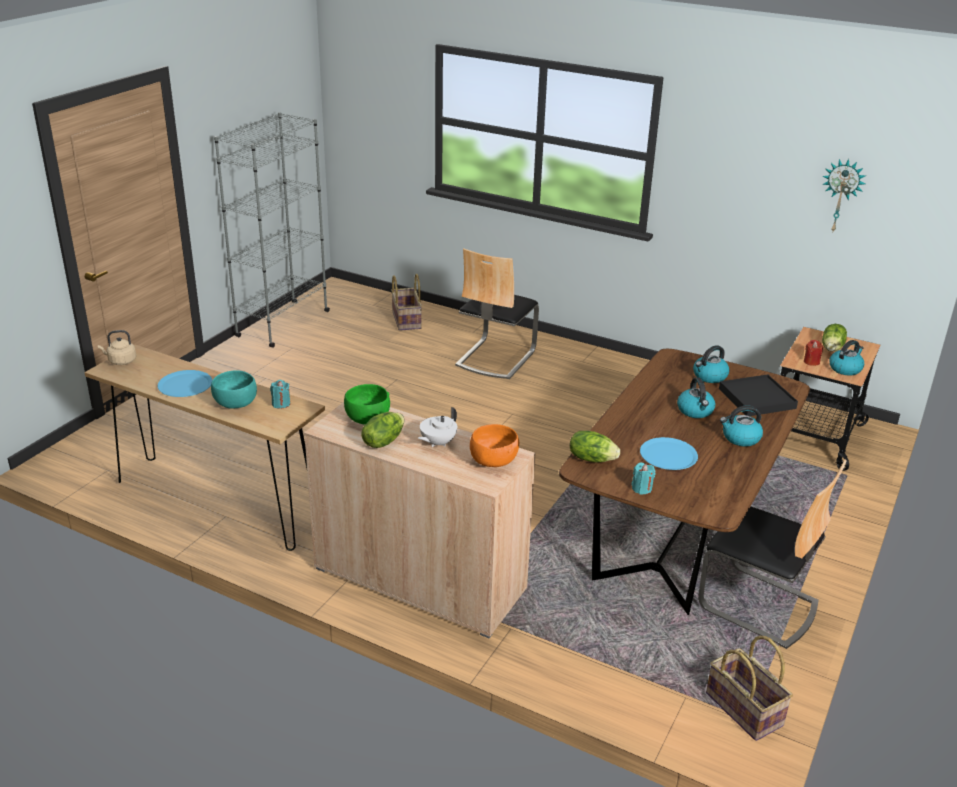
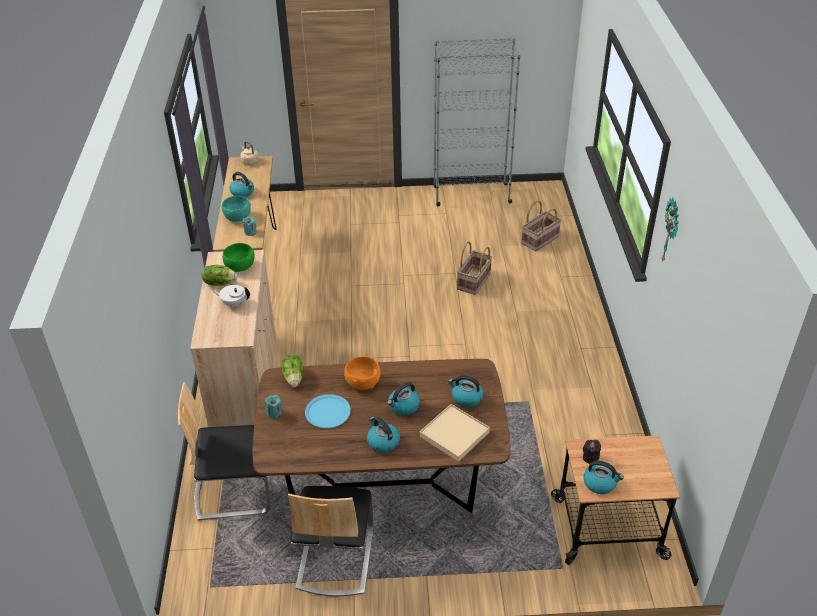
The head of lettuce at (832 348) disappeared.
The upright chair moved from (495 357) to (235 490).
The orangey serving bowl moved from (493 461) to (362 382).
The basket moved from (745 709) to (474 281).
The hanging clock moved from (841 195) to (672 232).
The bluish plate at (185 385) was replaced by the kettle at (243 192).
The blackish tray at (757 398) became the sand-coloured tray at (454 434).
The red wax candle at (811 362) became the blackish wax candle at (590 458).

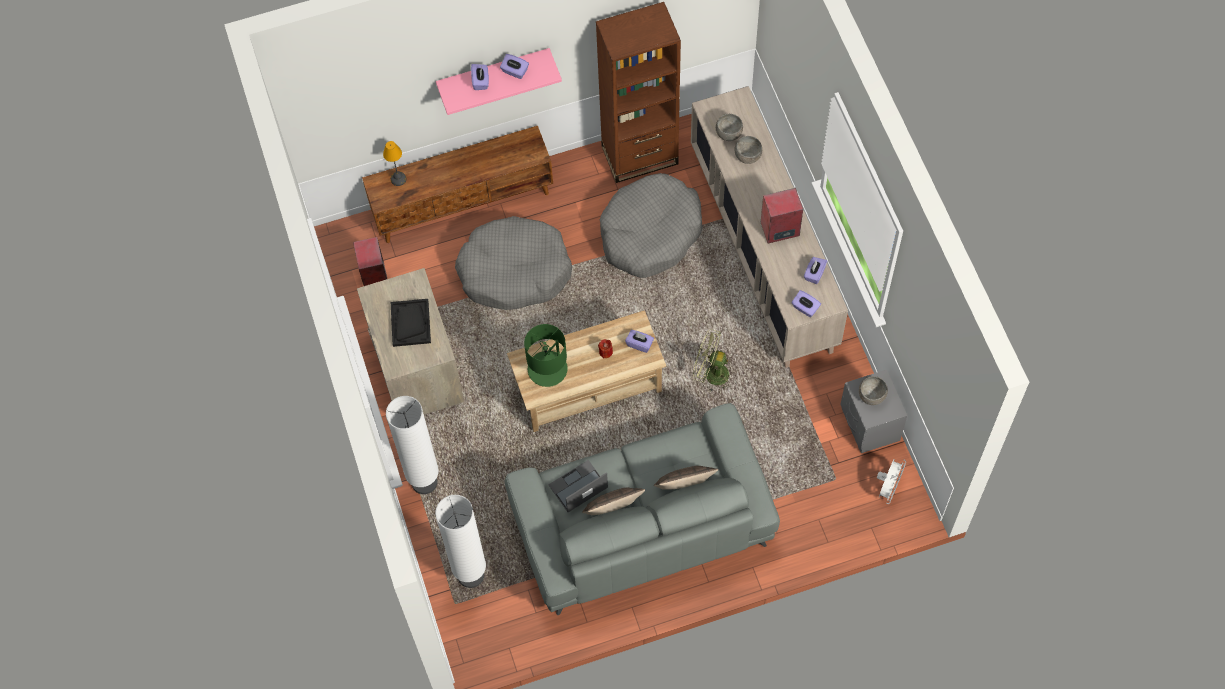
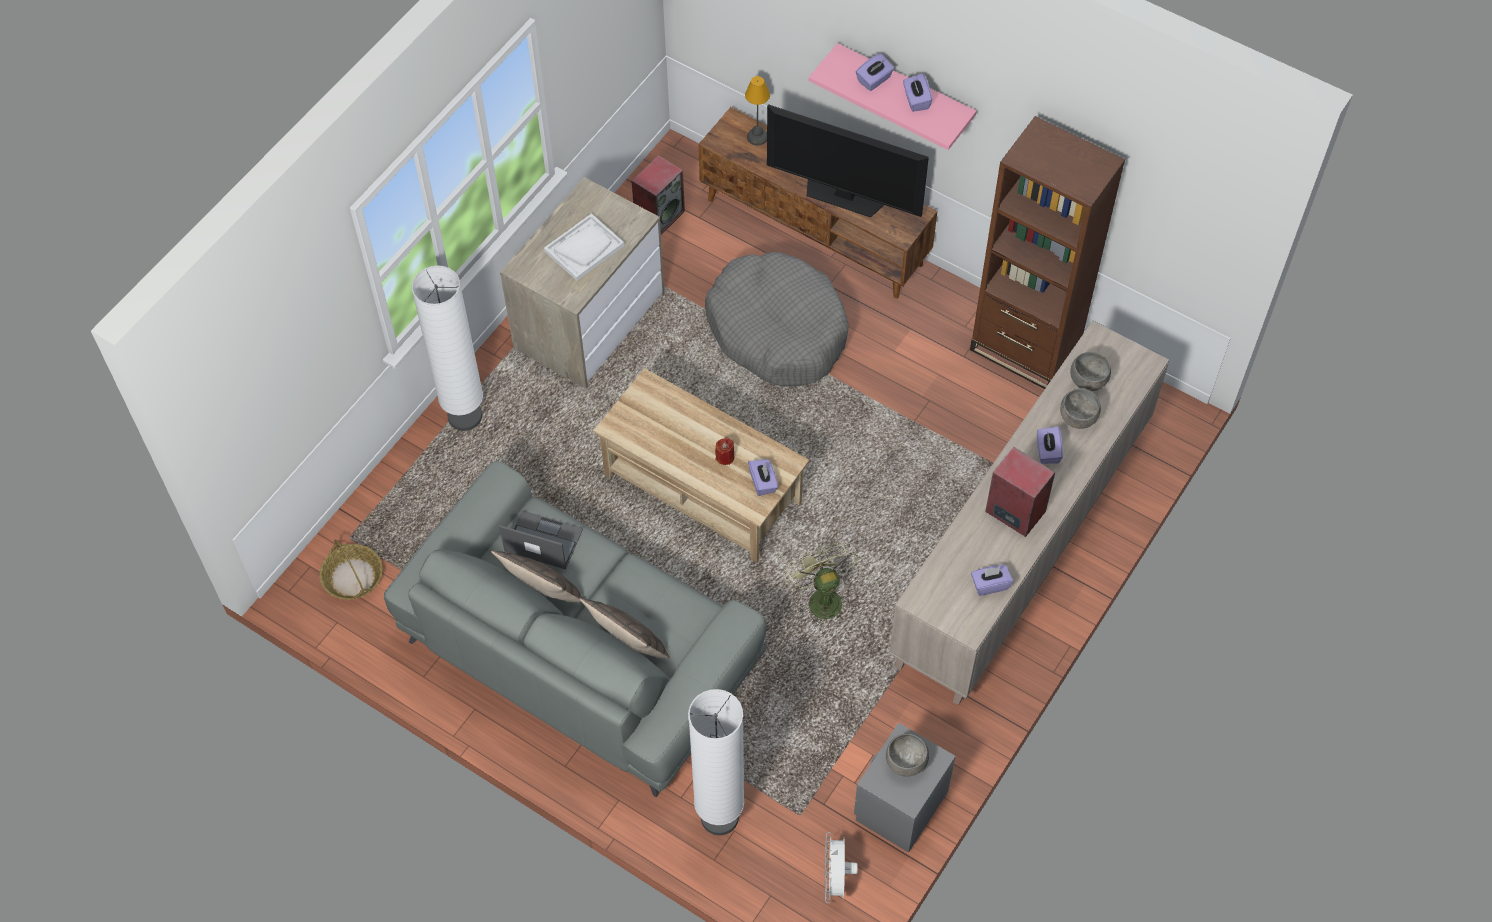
The green table lamp at (548 368) disappeared.
The gray dog cushion at (650 233) disappeared.
The basket at (352 577) appeared.
The TV at (844 195) appeared.
The white standing lamp moved from (471 575) to (719 817).
The purple tissue holder moved from (805 308) to (1047 451).
The blackish tray at (410 323) became the white tray at (584 248).
The white fan at (888 488) turned 105 degrees clockwise.

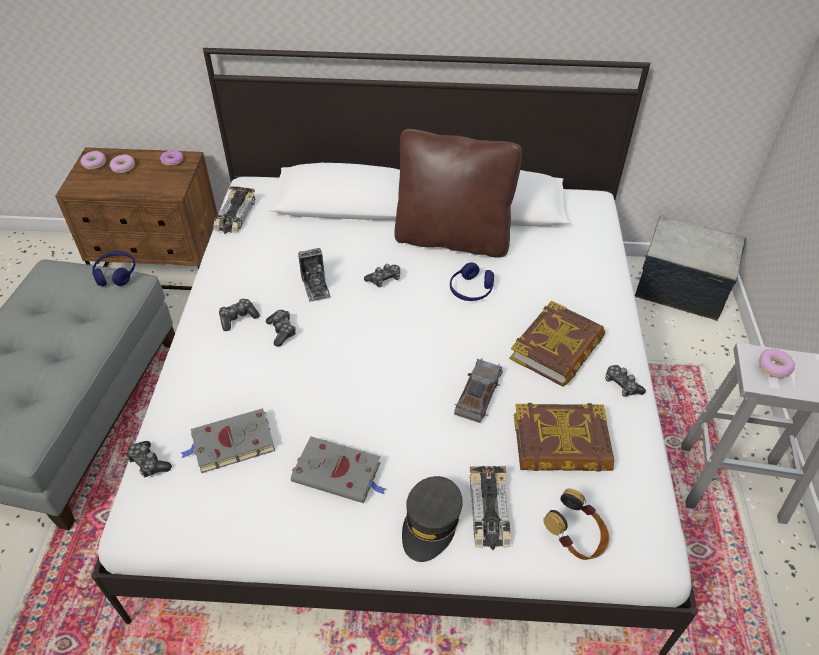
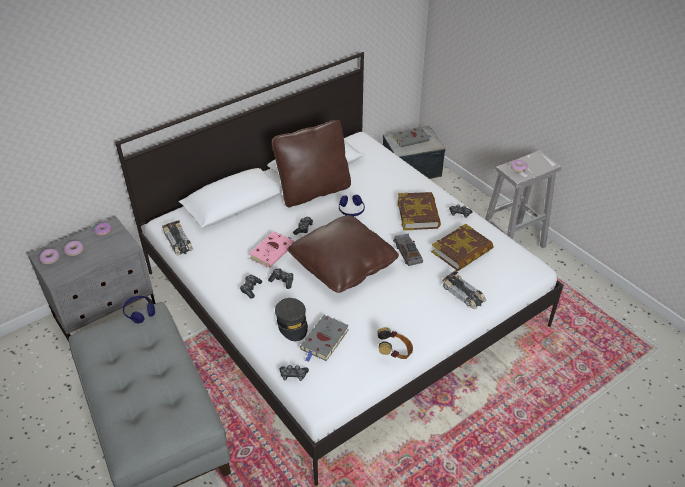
The brown pillow at (343 265) appeared.
The gray volume moved from (339 473) to (411 139).
The gray baseball cap moved from (431 523) to (292 323).
The pair of headphones moved from (575 538) to (395 352).
The still camera at (316 286) was replaced by the pinkish volume at (272 251).
The brown bedside table at (161 266) became the gray bedside table at (107 315).

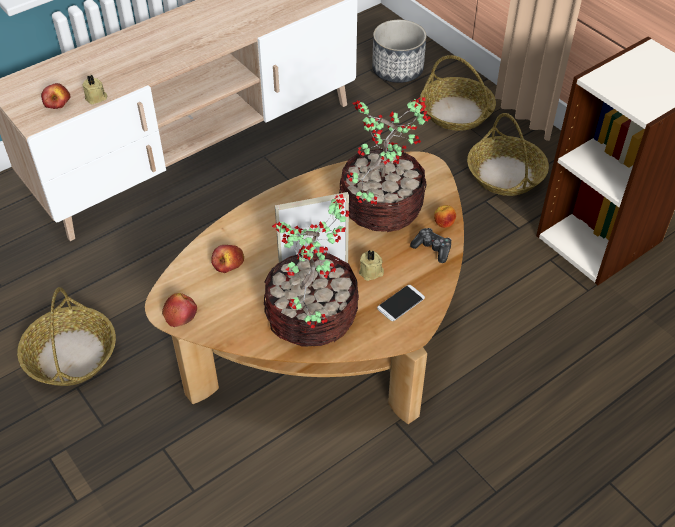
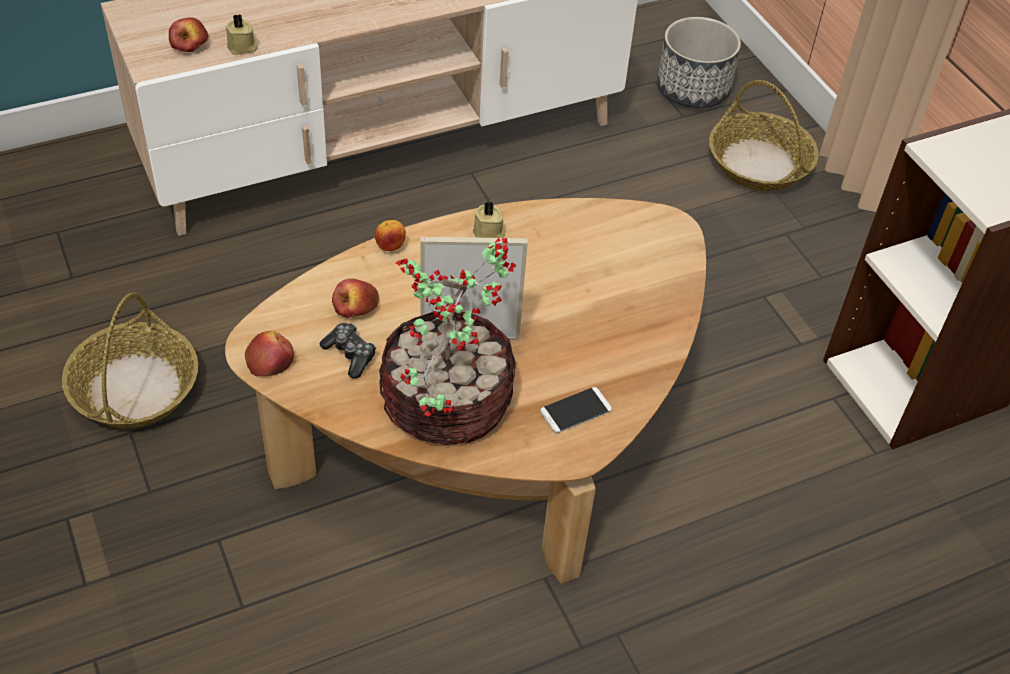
The houseplant at (380 209) disappeared.
The basket at (505 174) disappeared.
The sand-coloured wax candle moved from (371 272) to (489 233).
The game controller moved from (432 249) to (350 355).
The whole apple moved from (443 224) to (390 246).

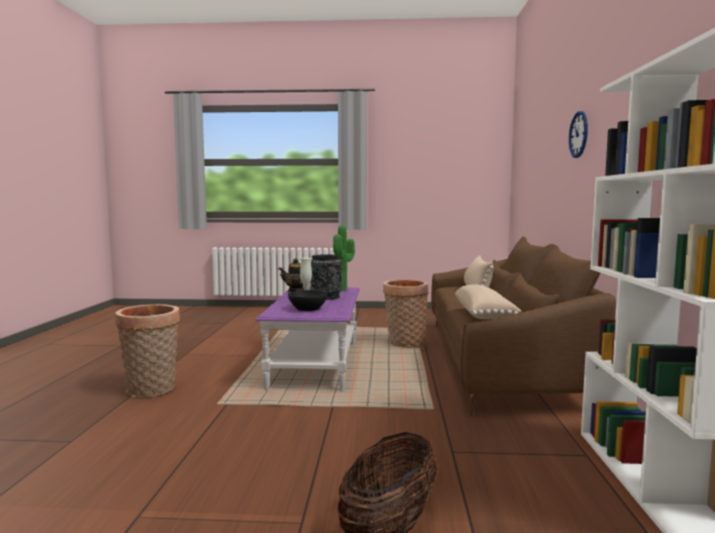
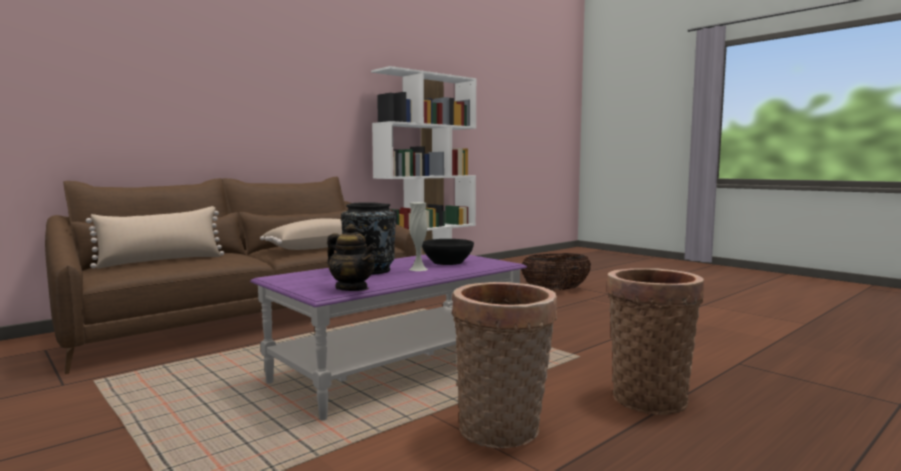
The houseplant at (344 290) disappeared.
The hanging clock at (578 134) disappeared.
The basket moved from (404 344) to (503 431).

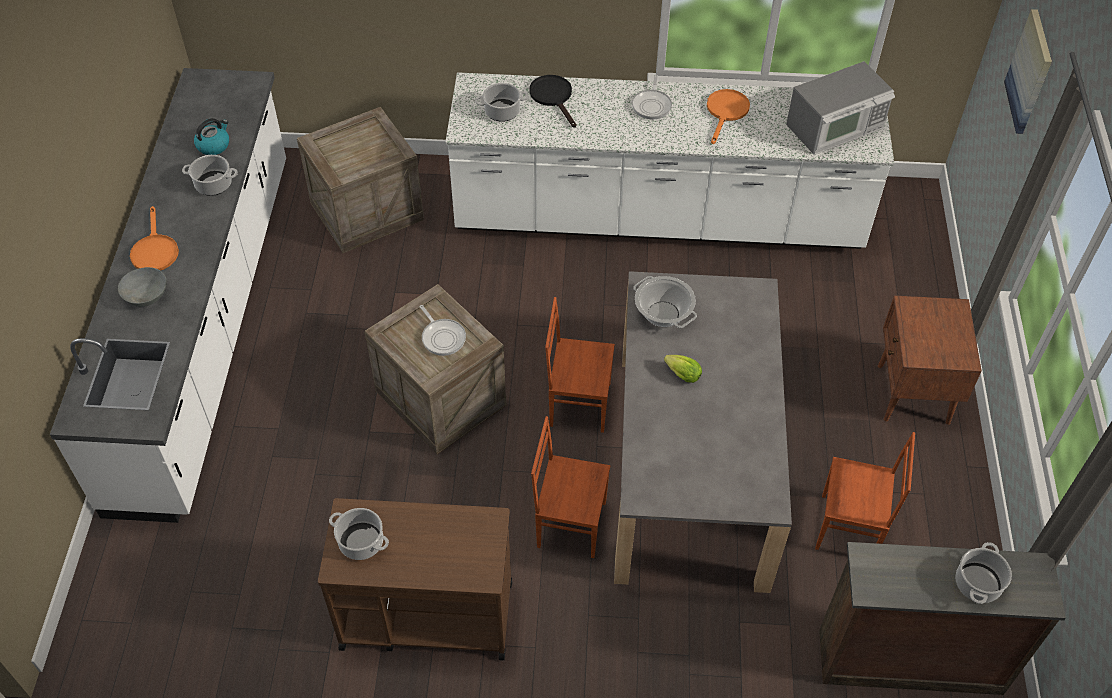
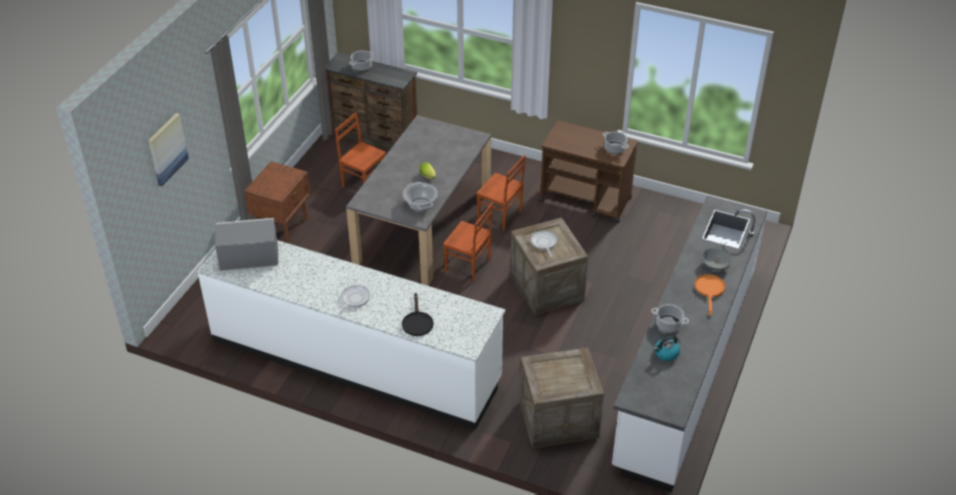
The saucepot at (501 112) disappeared.
The orangey skillet at (726 112) disappeared.

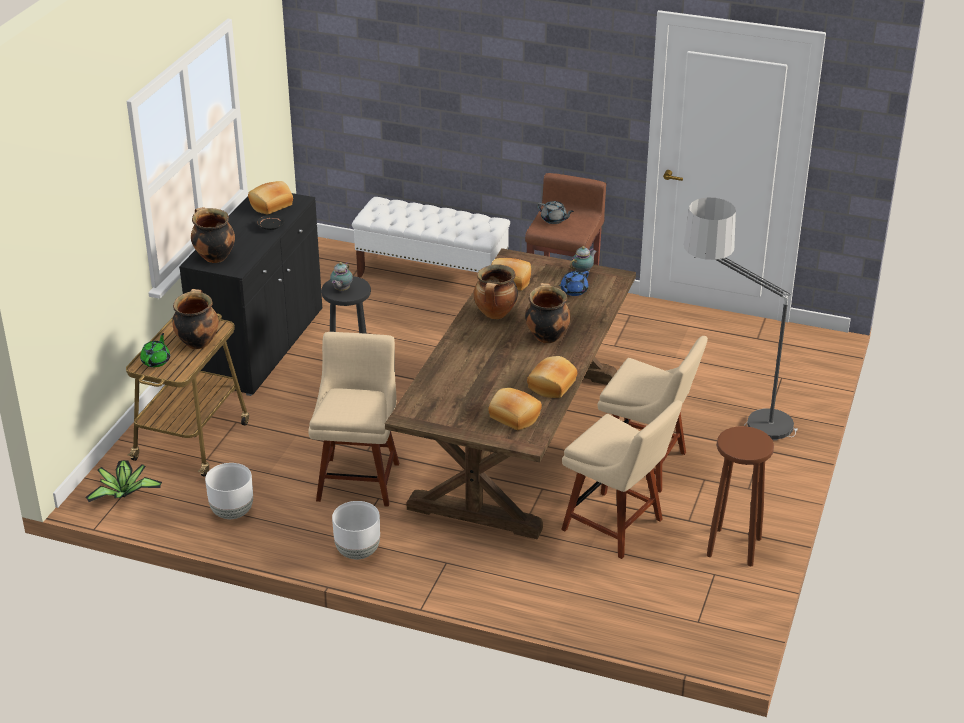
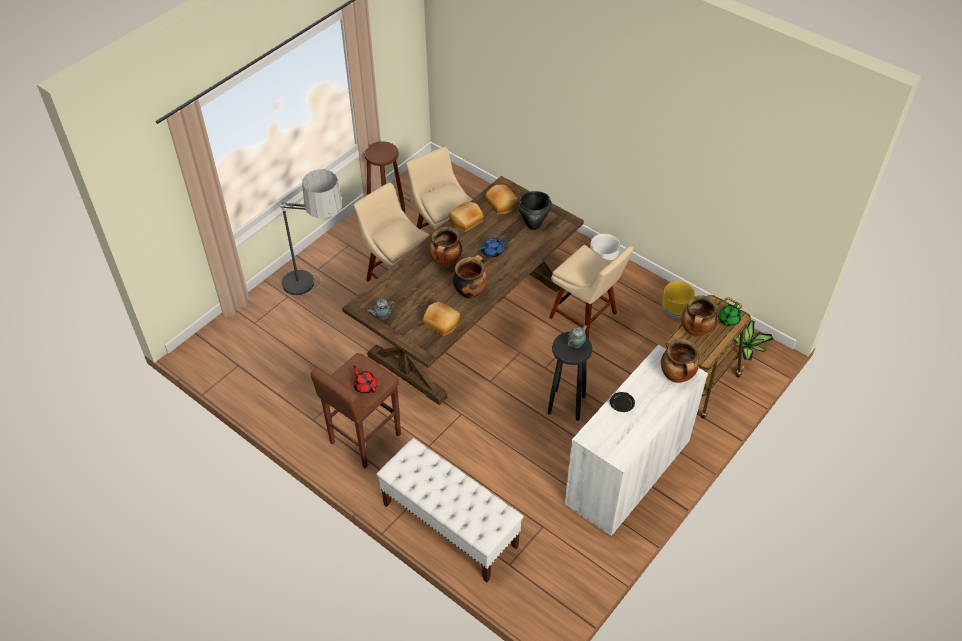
The baked bread at (271 205) disappeared.
The blackish saucepot at (533 225) appeared.
The bluish teapot moved from (573 291) to (492 251).
The blackish cupboard at (260 346) became the white cupboard at (627 472).
The white planter at (232 512) became the yellowish planter at (675 313).
The gray teapot at (554 220) became the red teapot at (365 386).
The sand-coloured upright chair at (359 478) turned 75 degrees counterclockwise.

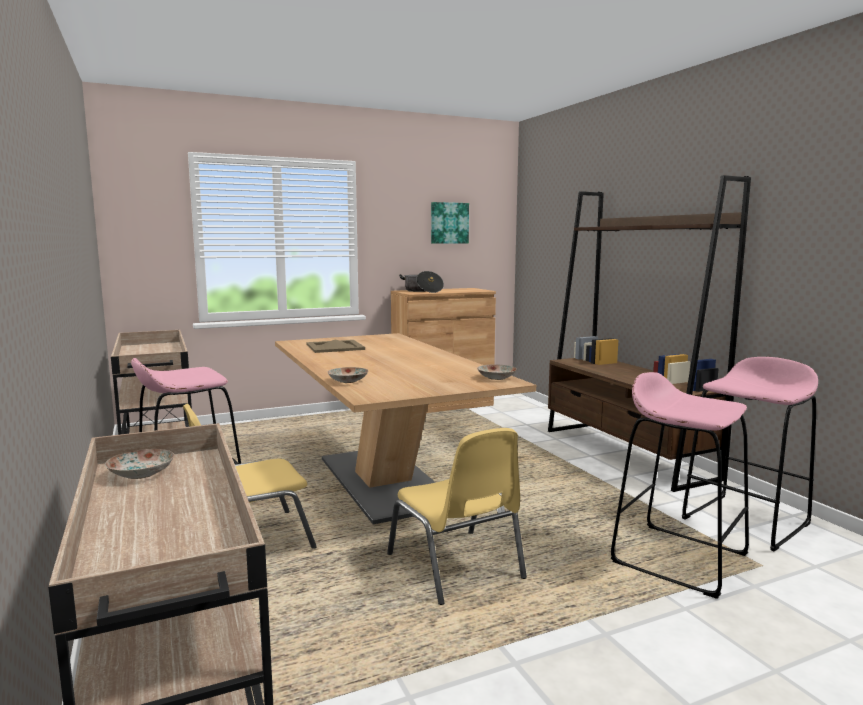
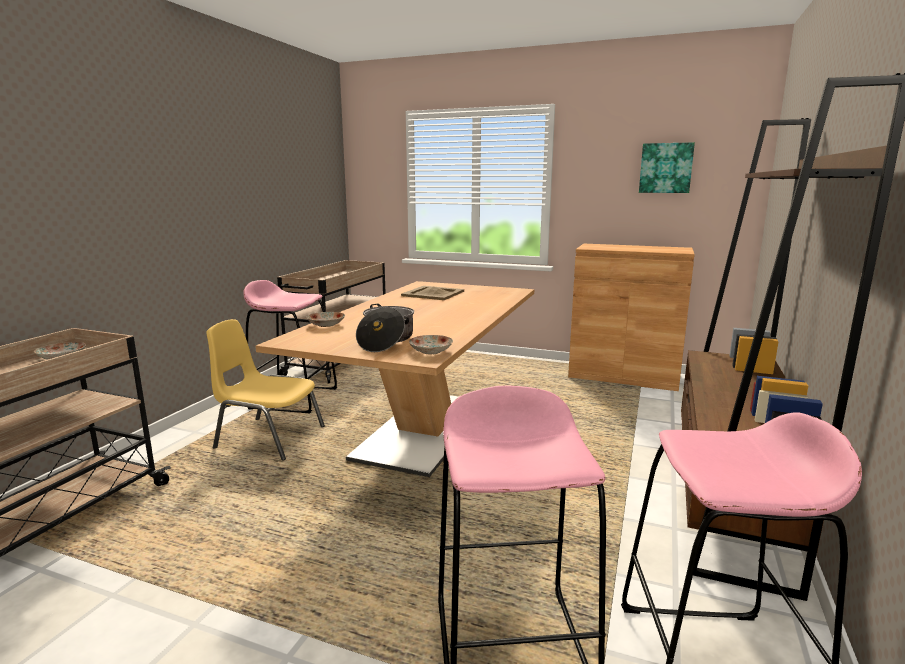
The yellowish upright chair at (456 567) disappeared.
The saucepot moved from (422 291) to (386 341).

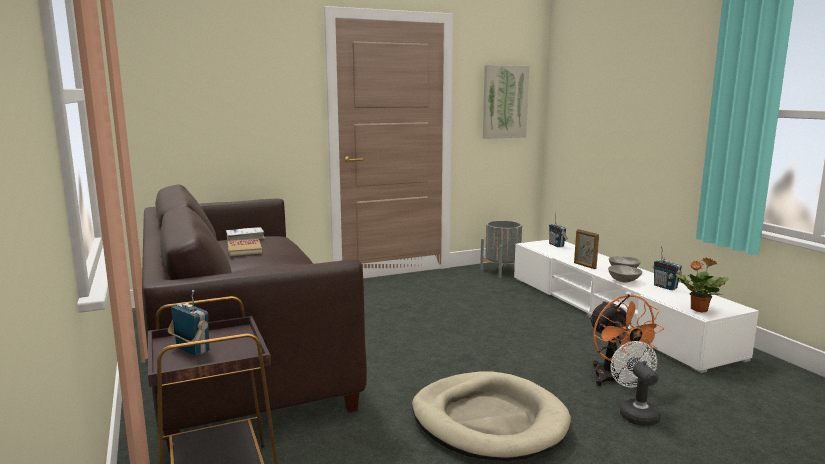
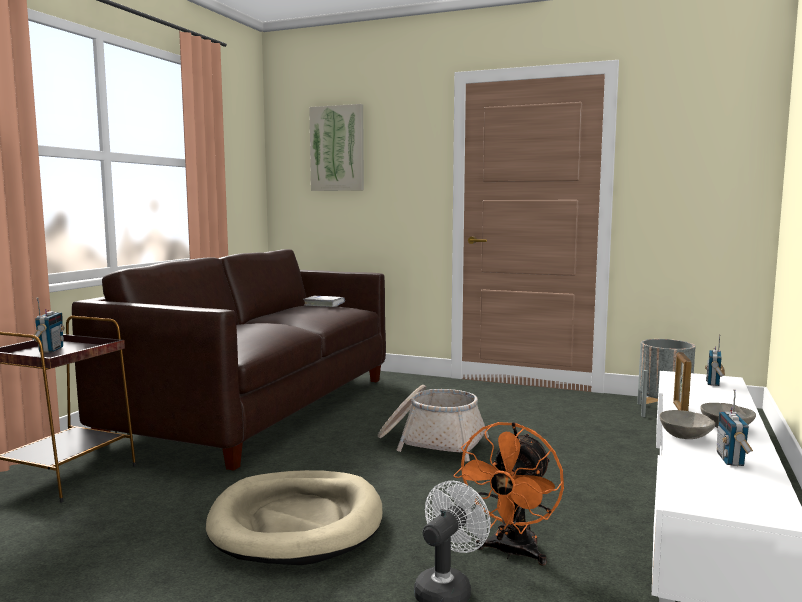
The volume at (244 249) disappeared.
The houseplant at (698 309) disappeared.
The basket at (431 442) appeared.
The picture moved from (504 102) to (337 148).

